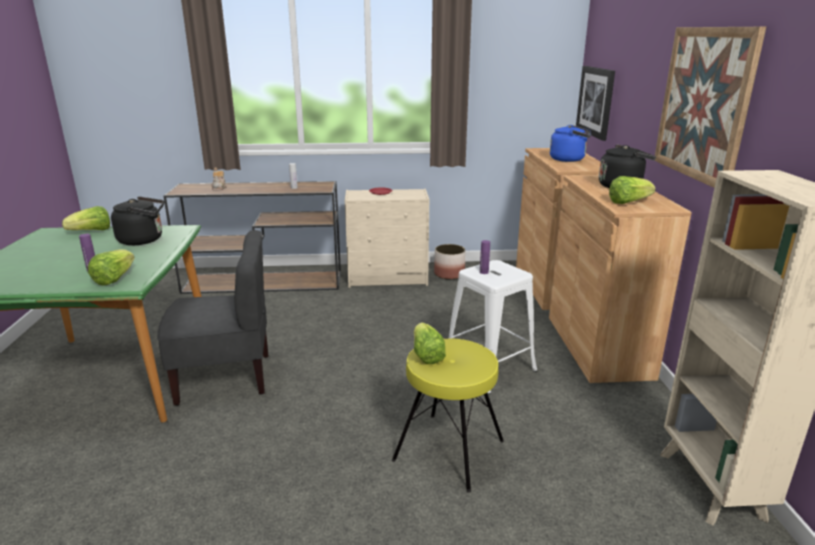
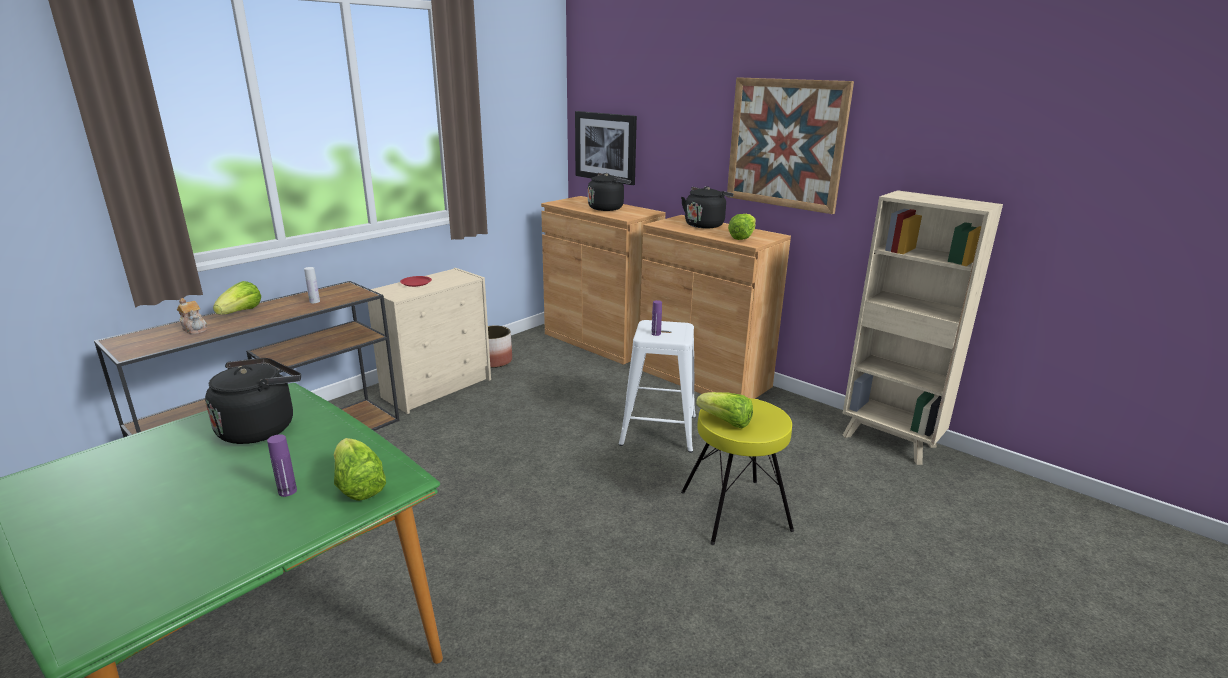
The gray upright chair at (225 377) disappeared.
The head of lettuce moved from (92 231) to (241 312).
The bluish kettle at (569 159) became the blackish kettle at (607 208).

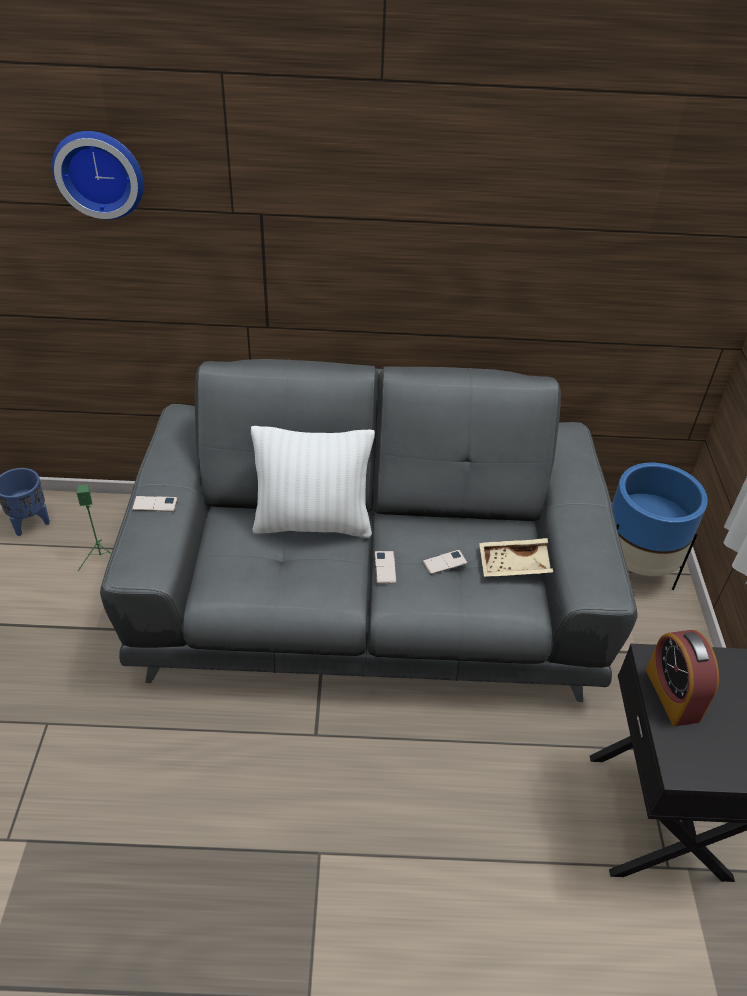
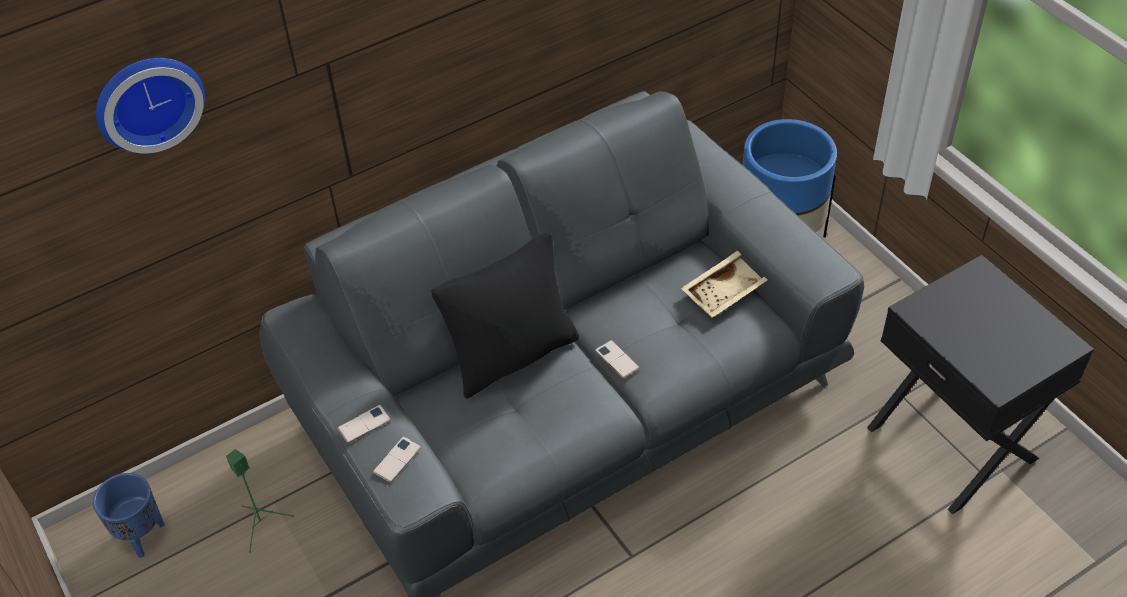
The alarm clock at (672 694) disappeared.
The phone moved from (444 562) to (397 459).
The white pillow at (313 523) became the blackish pillow at (513 356).

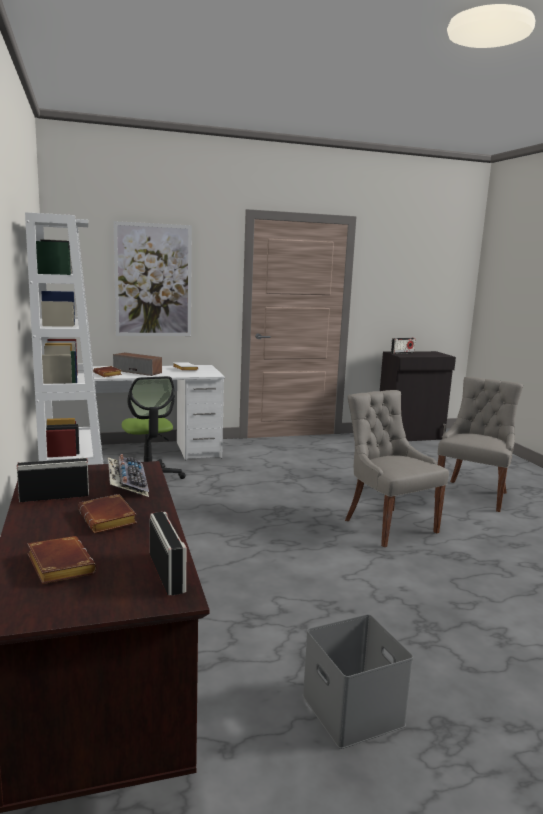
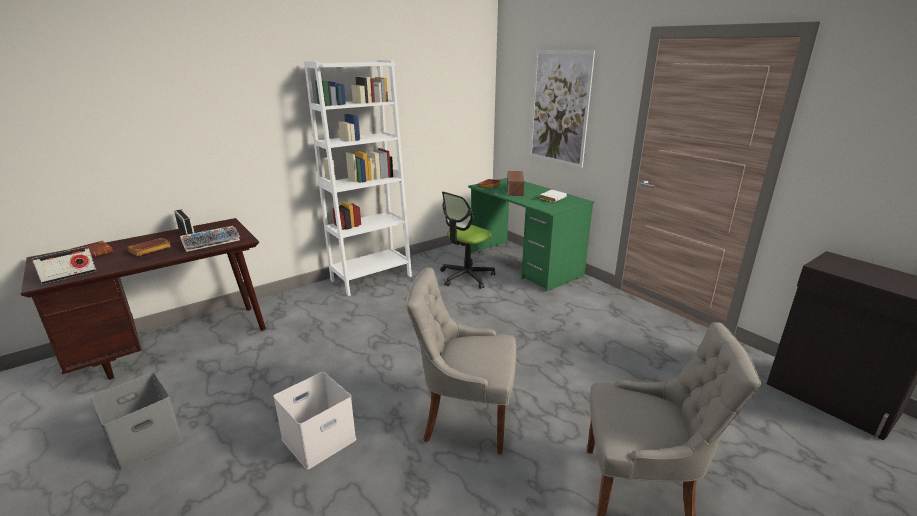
The radio receiver at (402 353) disappeared.
The white storage bin at (319 438) appeared.
The white desk unit at (155 452) became the green desk unit at (524 264).
The gray upright chair at (388 525) turned 120 degrees counterclockwise.

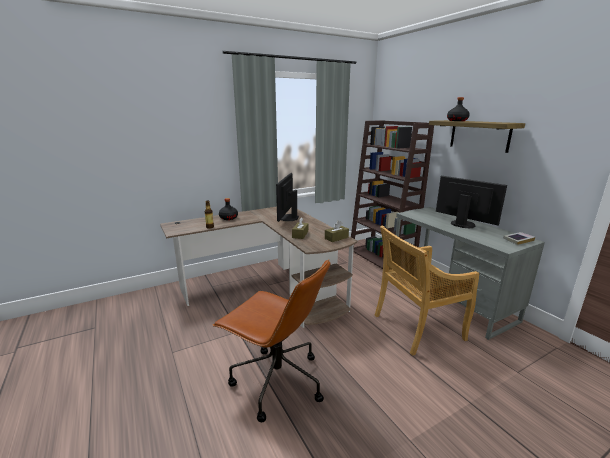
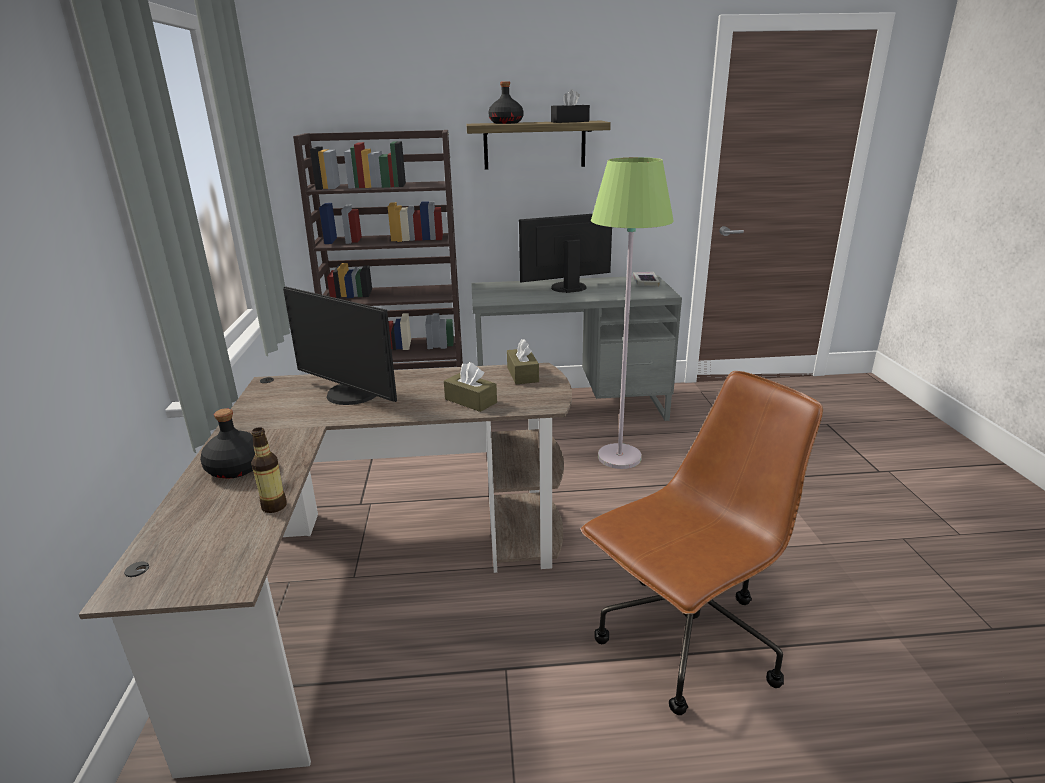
The blackish tissue holder at (570 121) appeared.
The sand-coloured upright chair at (416 328) was replaced by the green standing lamp at (619 457).

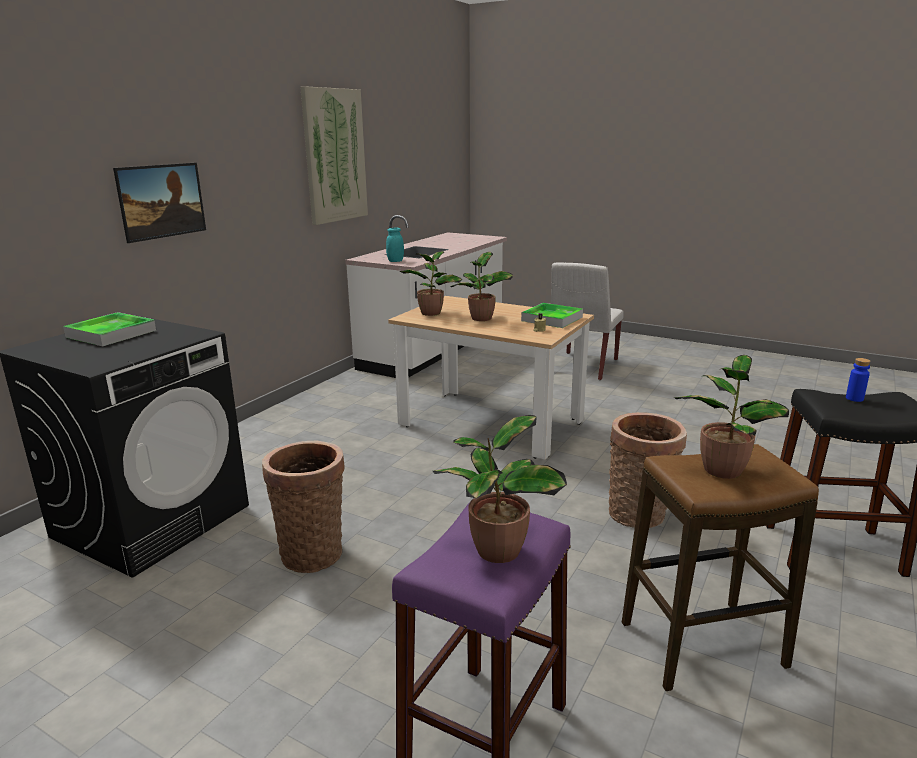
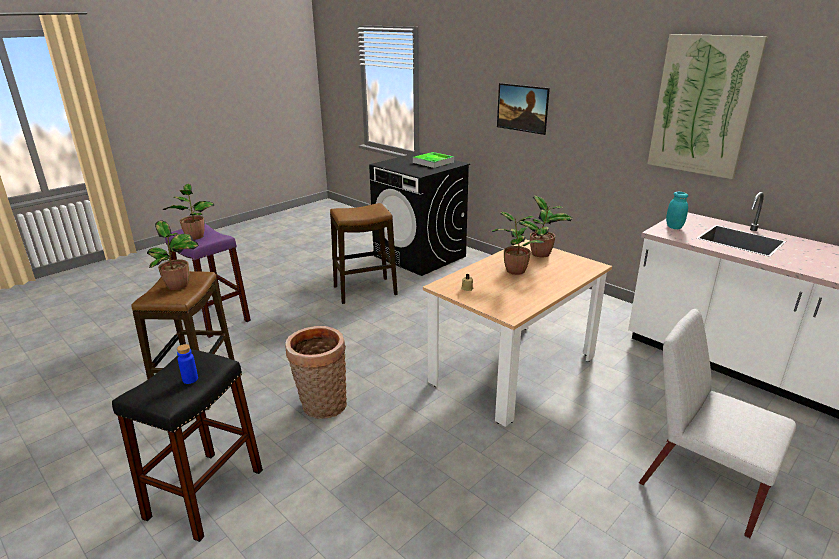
The tray at (552 319) disappeared.
The basket at (312 551) was replaced by the stool at (365 291).

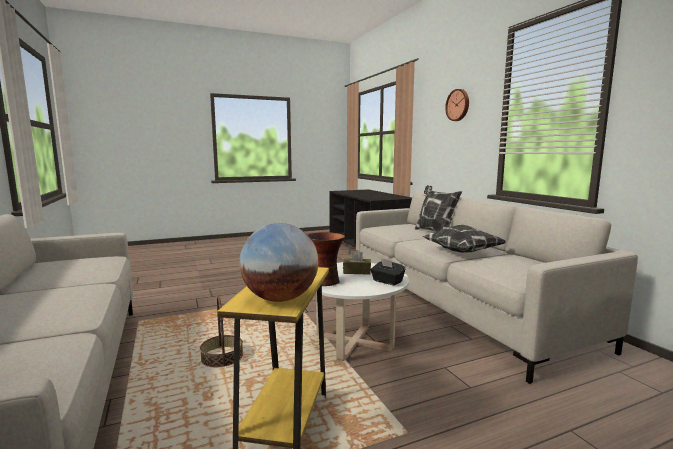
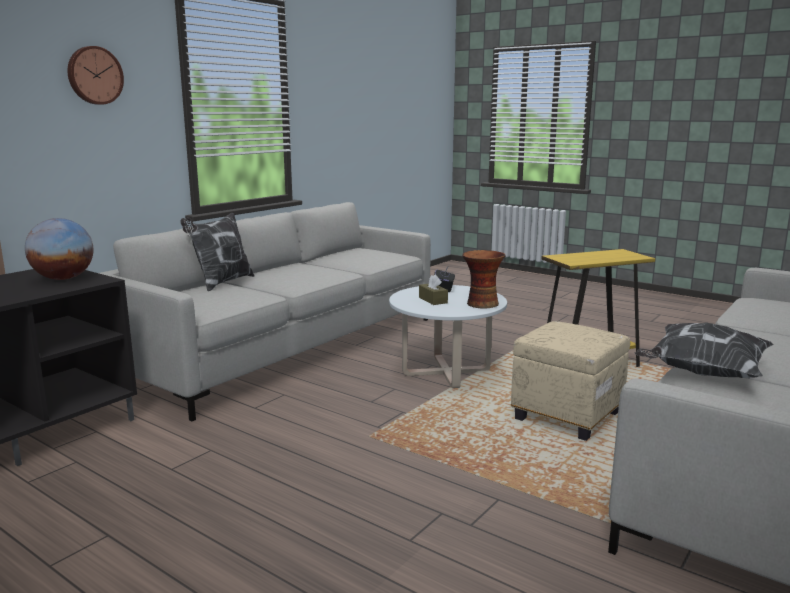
The globe moved from (280 298) to (63 278).
The pillow moved from (462 252) to (702 374).
The basket at (222 357) was replaced by the sand-coloured ottoman at (567 417).

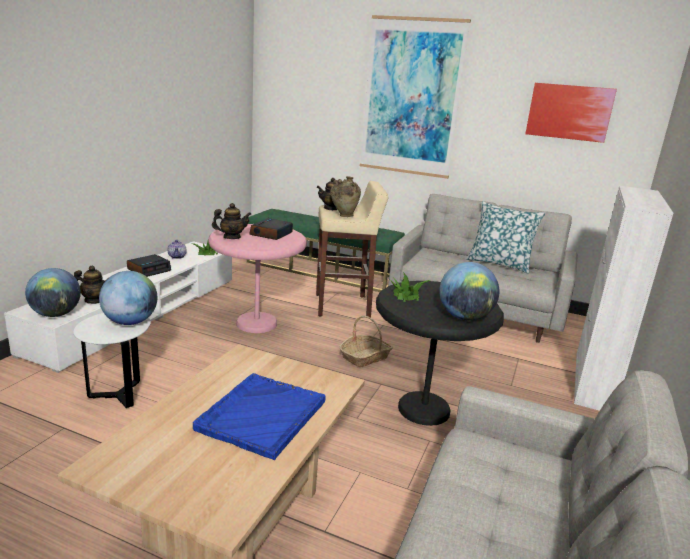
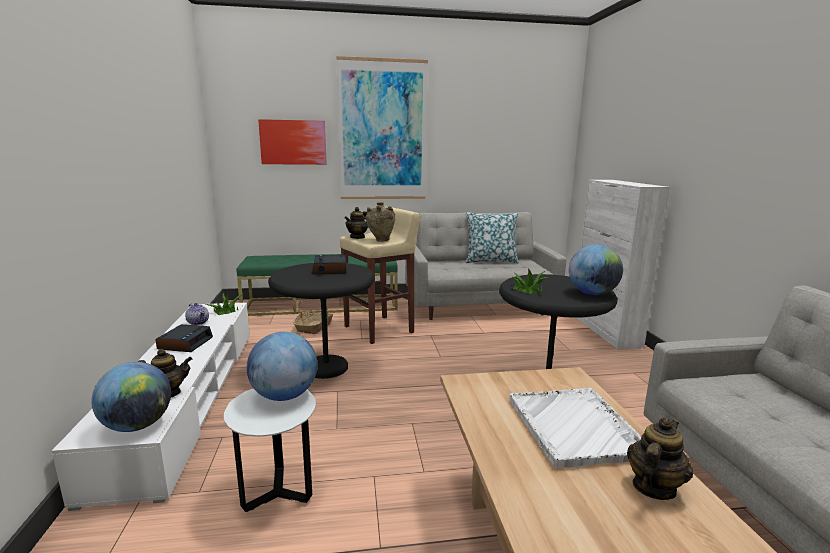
The teapot moved from (231 237) to (653 487).
The basket moved from (365 357) to (314 327).
The picture moved from (569 112) to (293 142).
The bluish tray at (261 416) became the white tray at (574 428).
The pinkish side table at (256 324) became the blackish side table at (326 368).

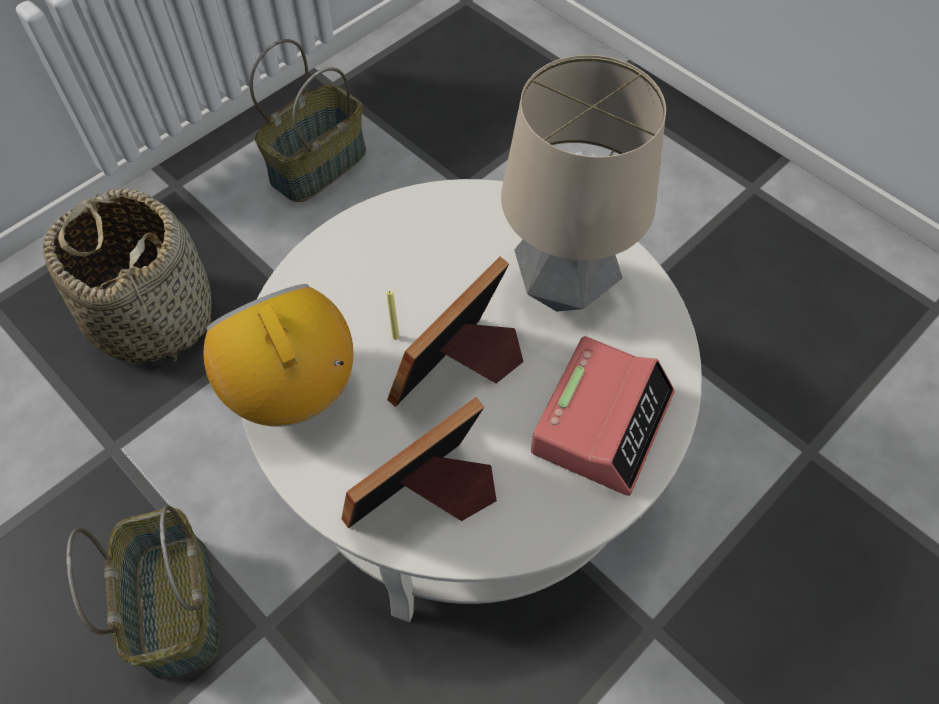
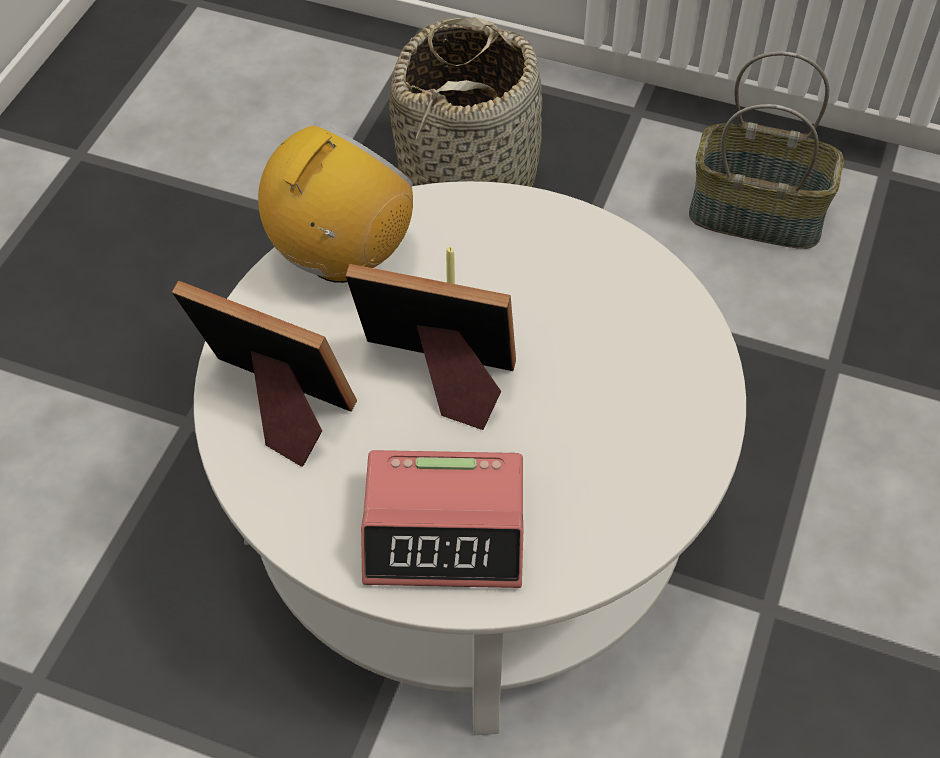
The basket at (175 605) disappeared.
The table lamp at (564 289) disappeared.

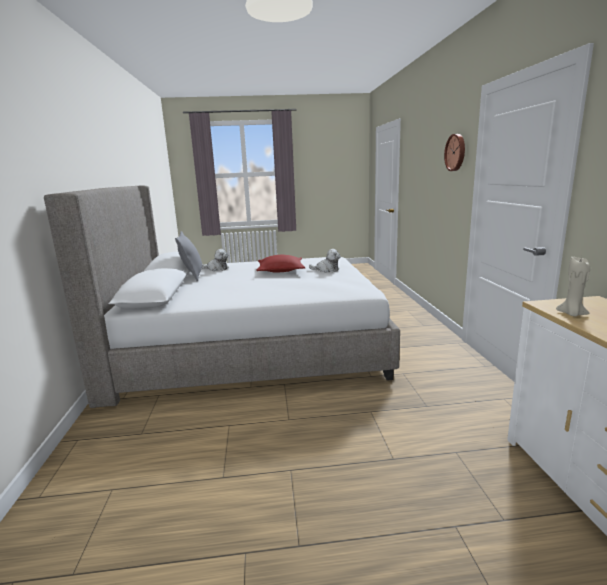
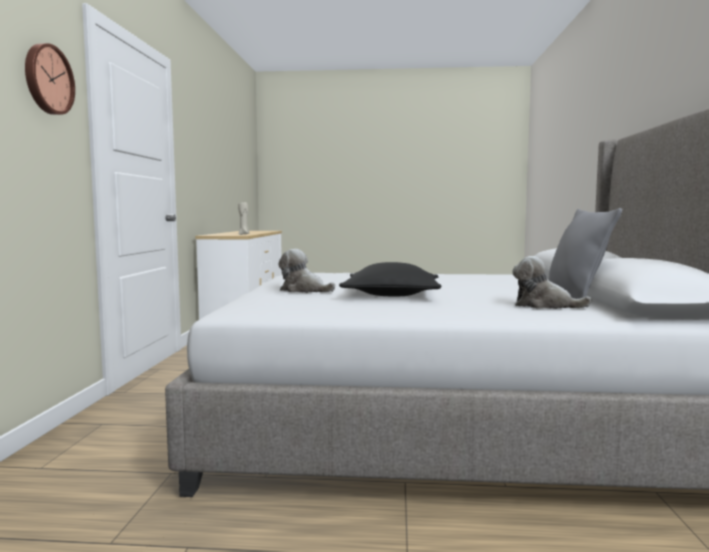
The red pillow at (280 271) became the blackish pillow at (391 295).

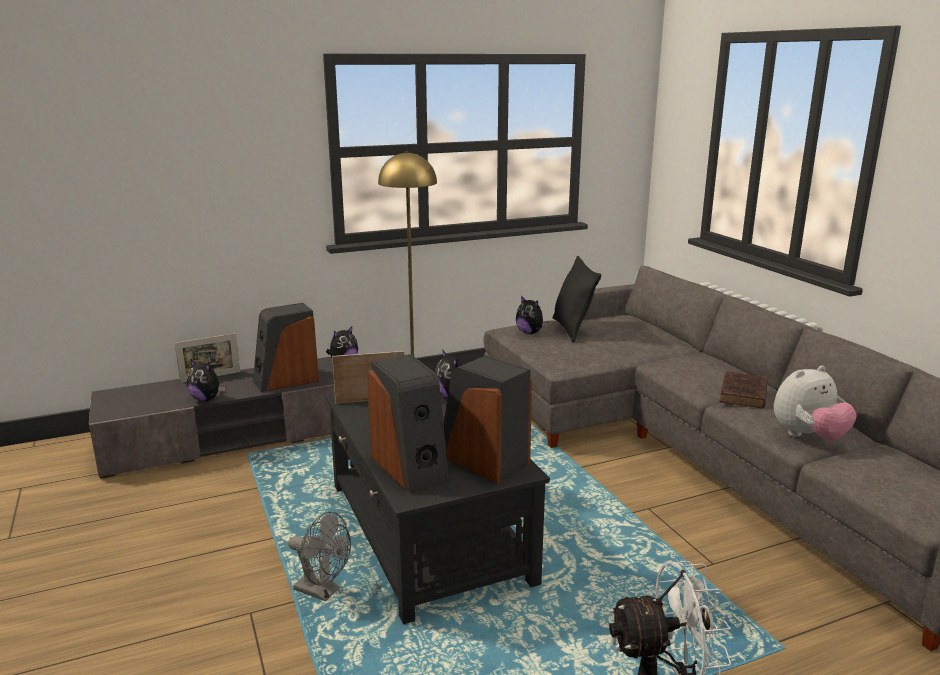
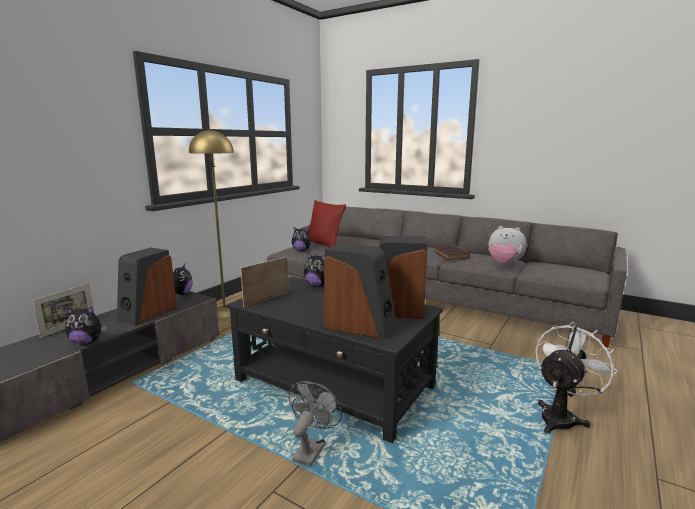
The blackish pillow at (572 329) became the red pillow at (324 245).
The gray fan at (323 591) turned 60 degrees counterclockwise.
The cuddly toy at (808 437) turned 90 degrees clockwise.

